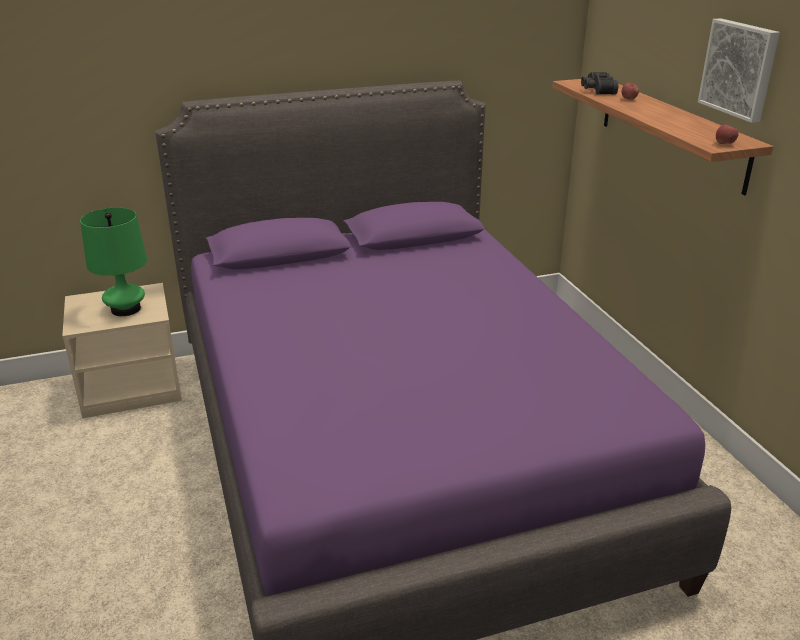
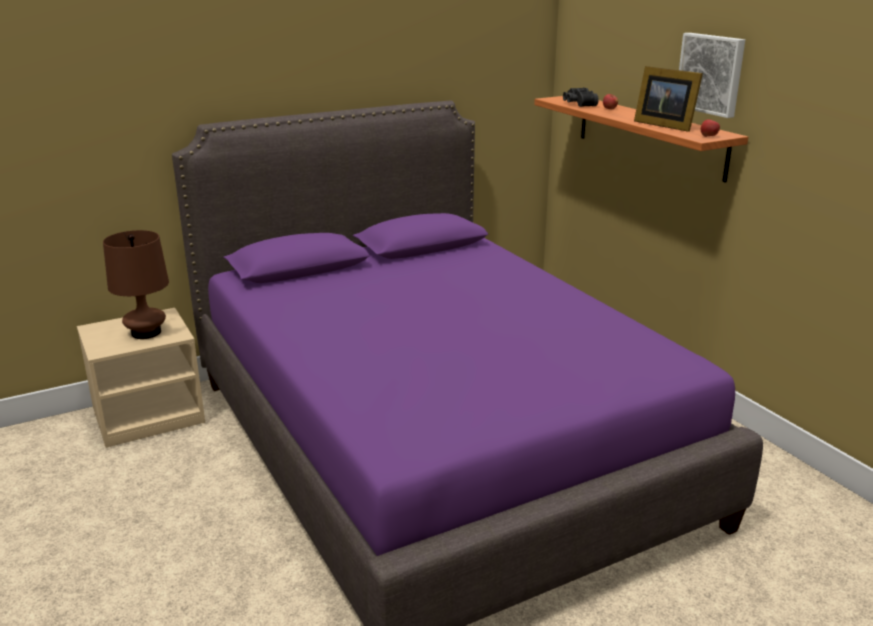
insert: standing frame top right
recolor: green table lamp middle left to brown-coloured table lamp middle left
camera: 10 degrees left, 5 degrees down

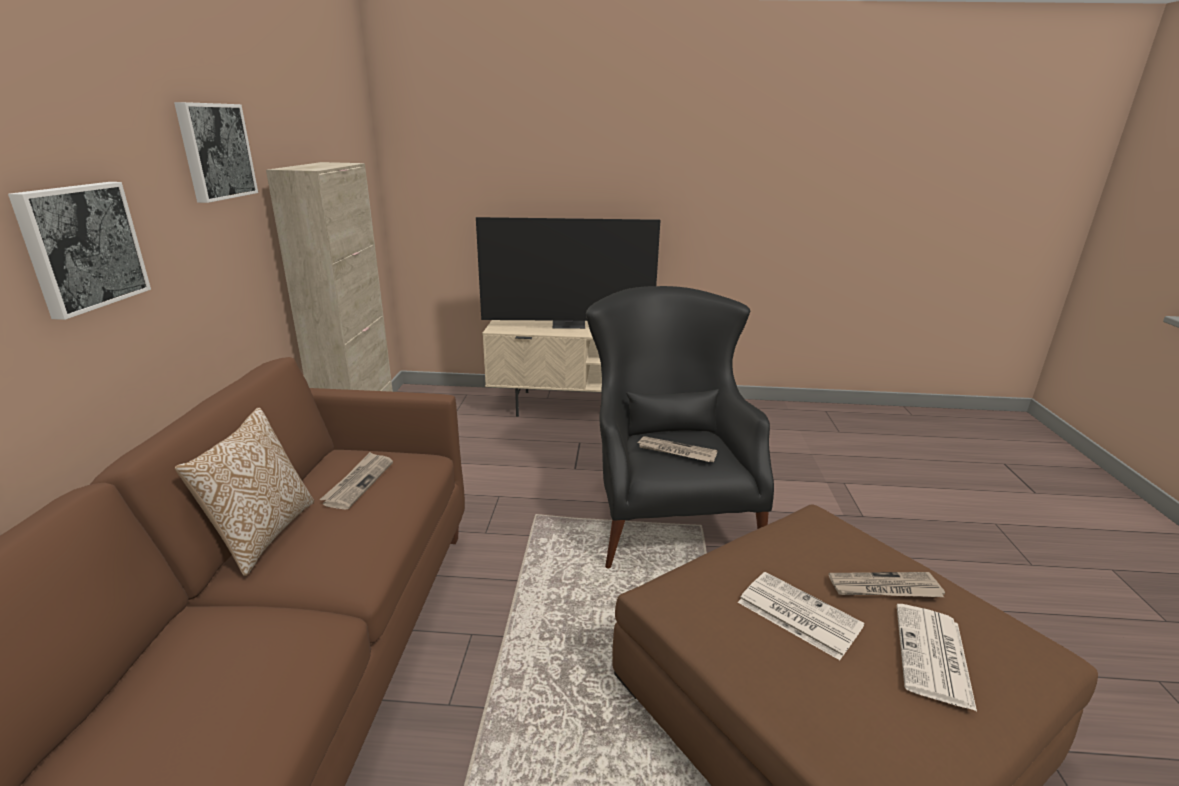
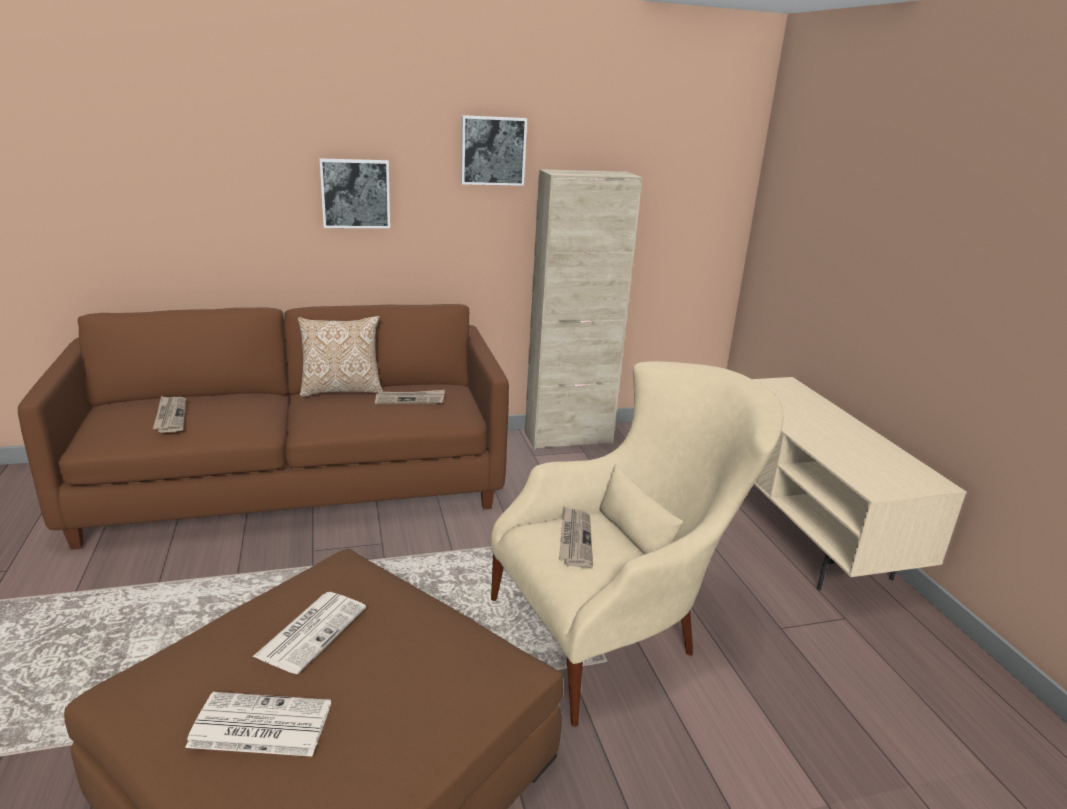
delete: TV set centre
move: newspaper (4th from left in the first image) bottom right to newspaper (1st from left) middle left
recolor: blackish easy chair centre to beige-coloured easy chair bottom centre
camera: 70 degrees right, 0 degrees up

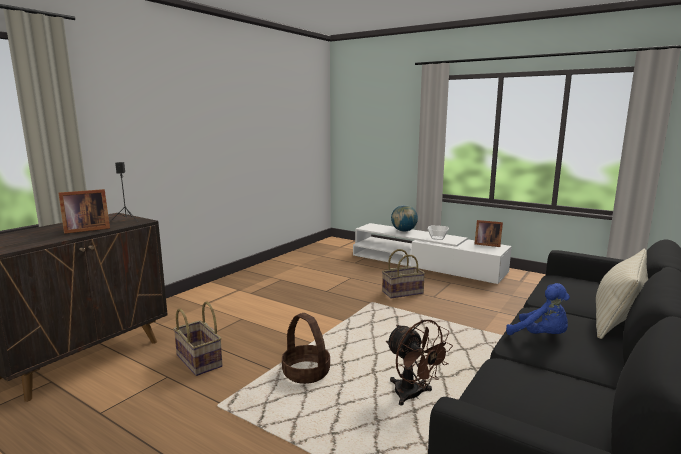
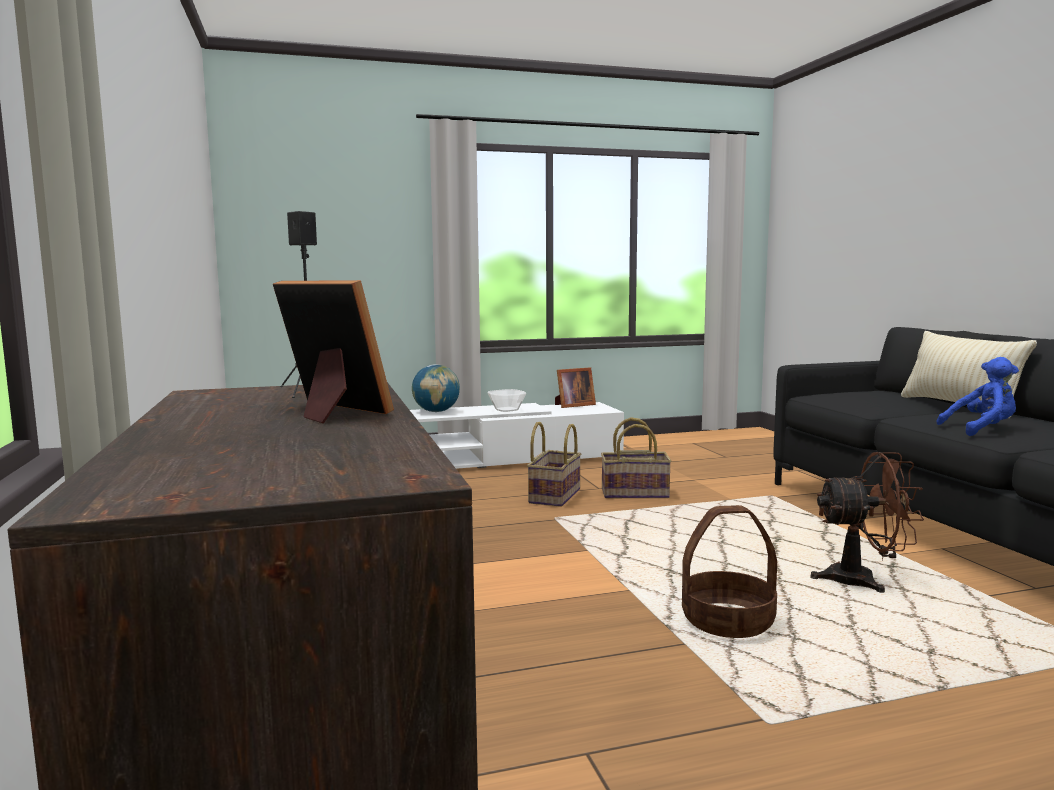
move: household basket (1st from left in the first image) bottom left to household basket (2nd from left) centre
rotate: standing frame (1st from left) middle left = middle left 60 degrees counterclockwise
camera: 50 degrees left, 5 degrees down

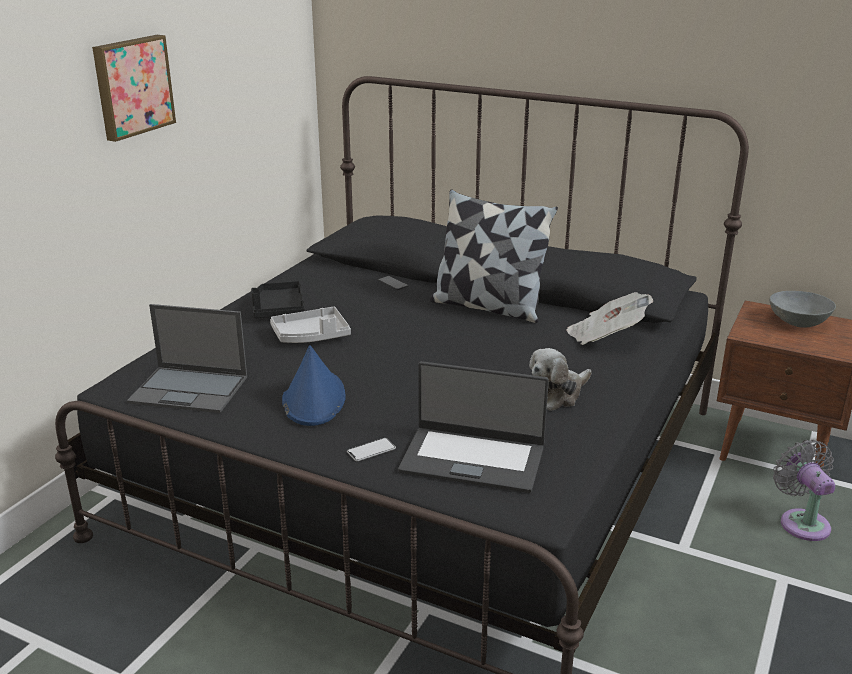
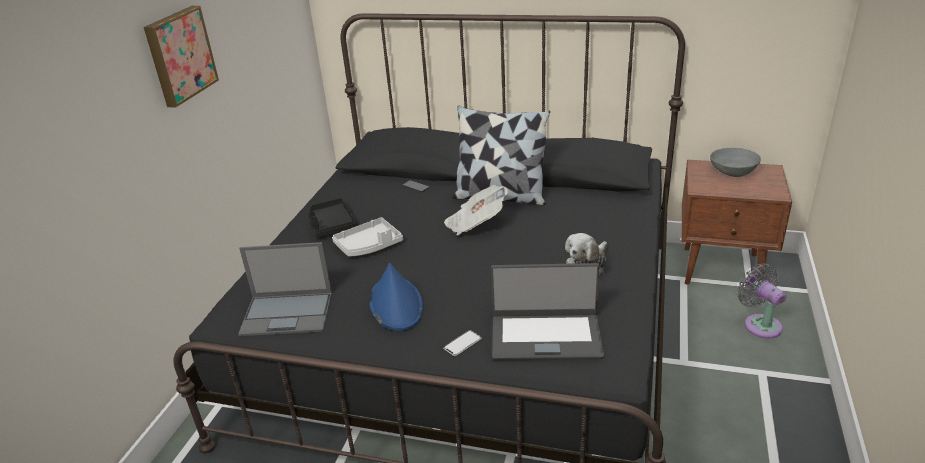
move: newspaper middle right to centre
camera: 10 degrees left, 5 degrees up

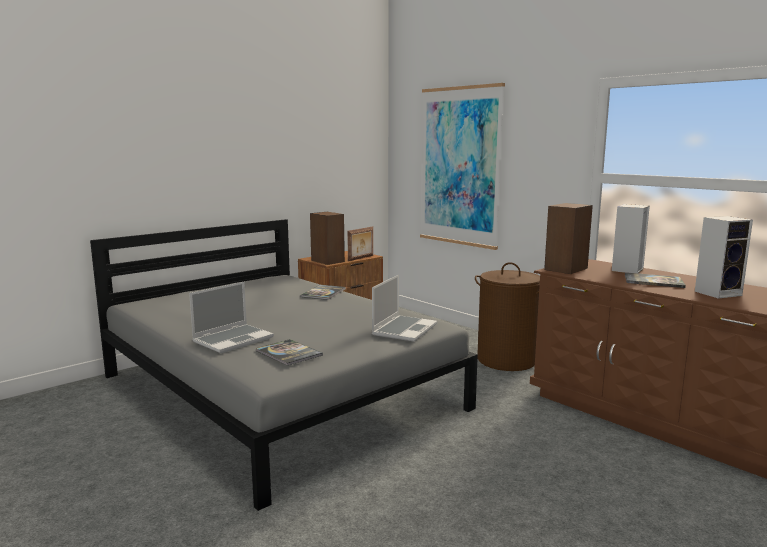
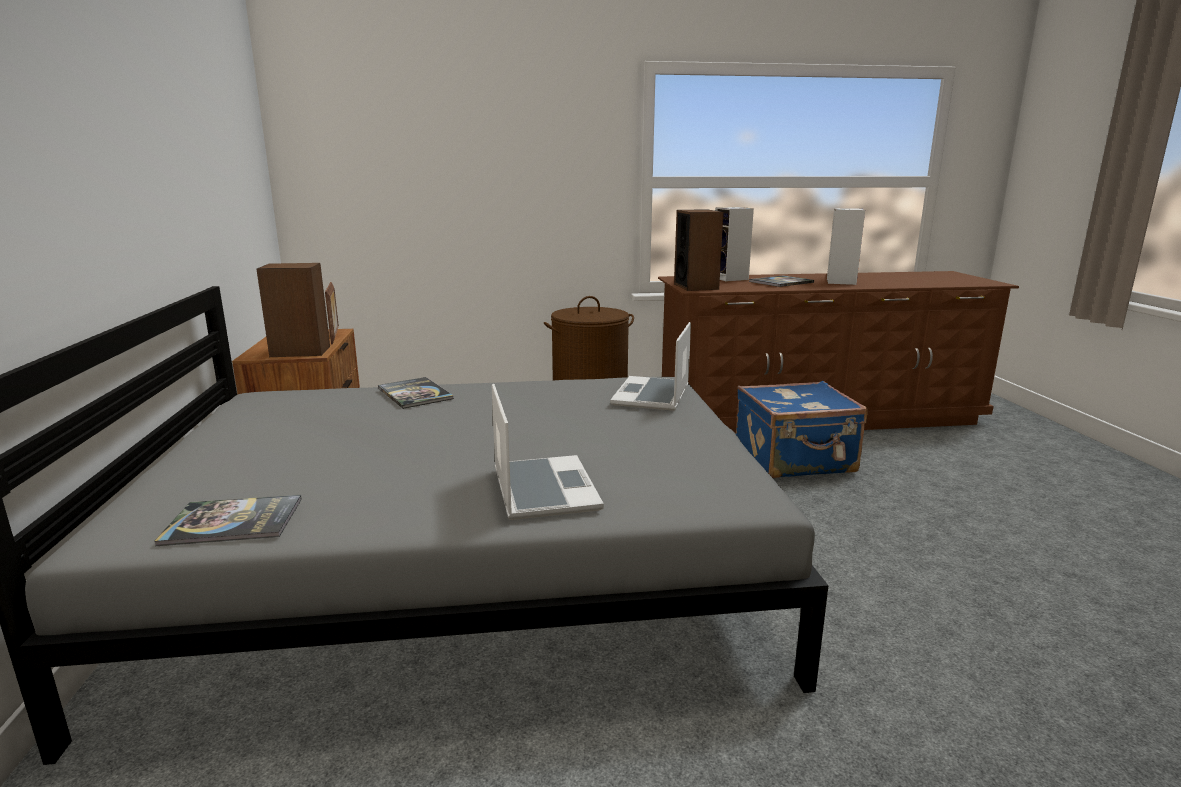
delete: wall art top centre
insert: blue-coloured piece of luggage middle right
move: volume (1st from left) centre to middle left
rotate: notebook computer (2nd from left) centre = centre 135 degrees counterclockwise
camera: 55 degrees left, 5 degrees up

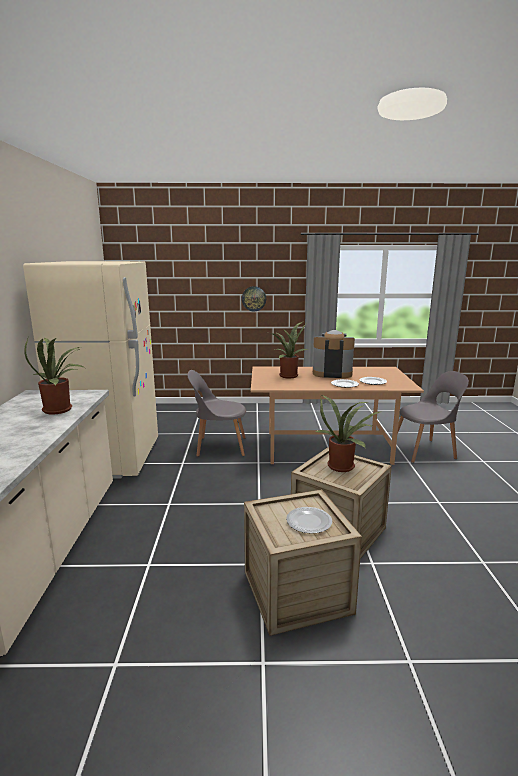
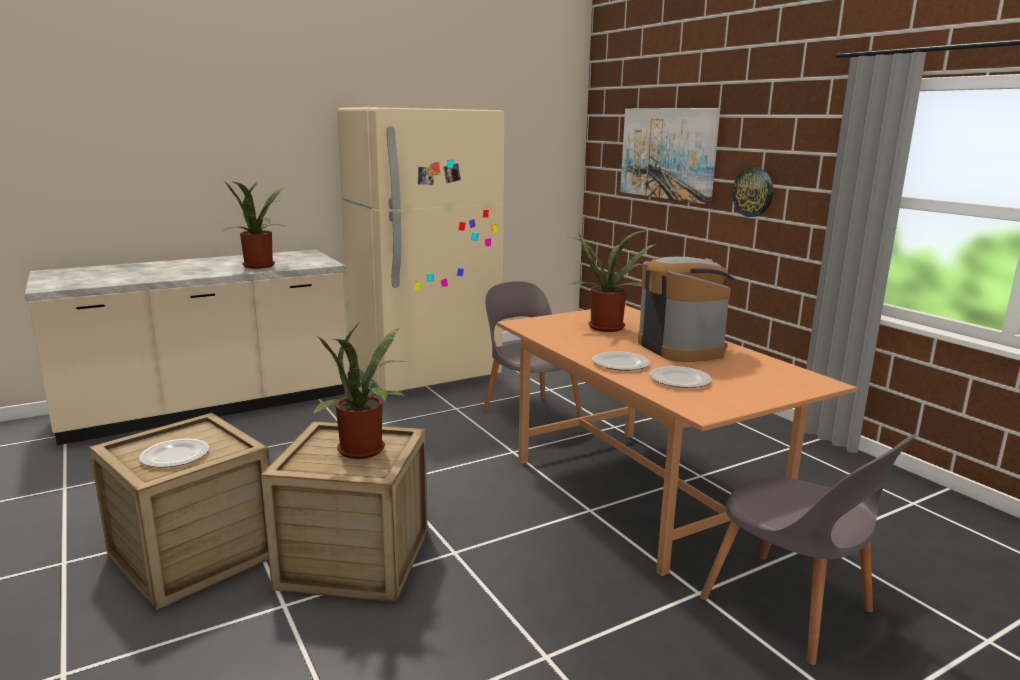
insert: wall art top centre
camera: 60 degrees right, 0 degrees up

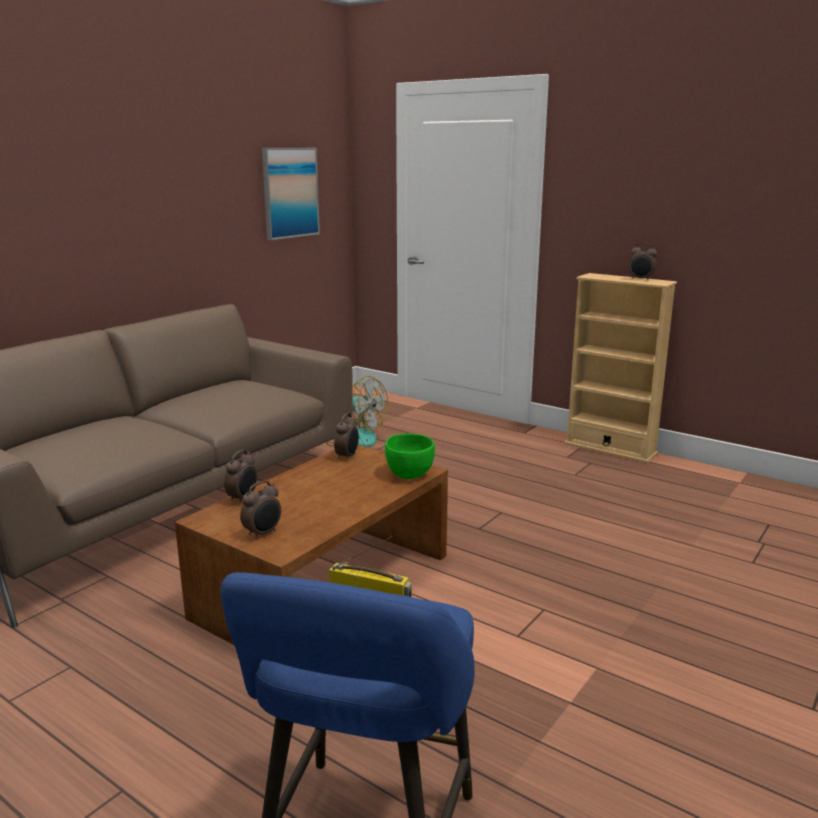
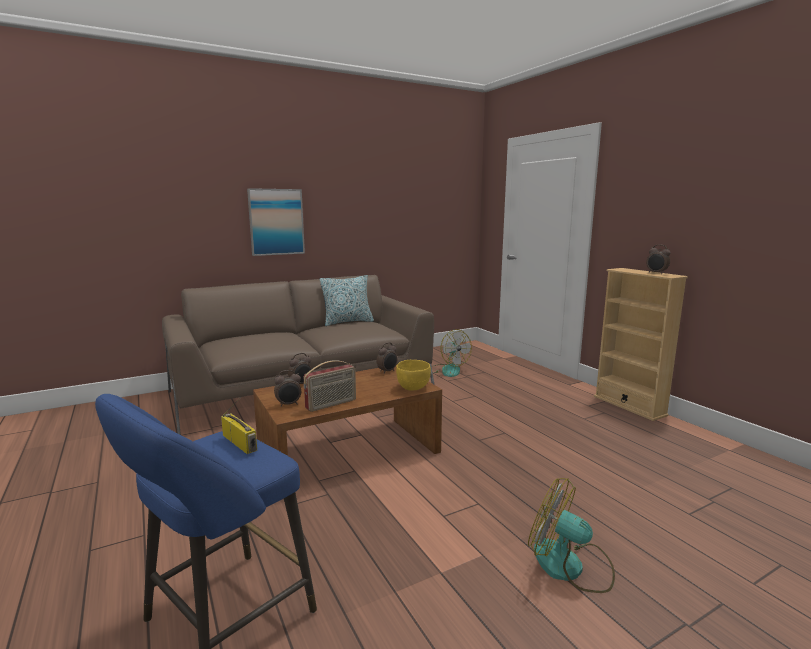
insert: radio (2nd from left) centre; throw pillow centre; cooling fan (2nd from left) bottom right
move: wall art top centre to centre
recolor: green deep dish centre to yellowish deep dish centre
camera: 25 degrees right, 5 degrees down

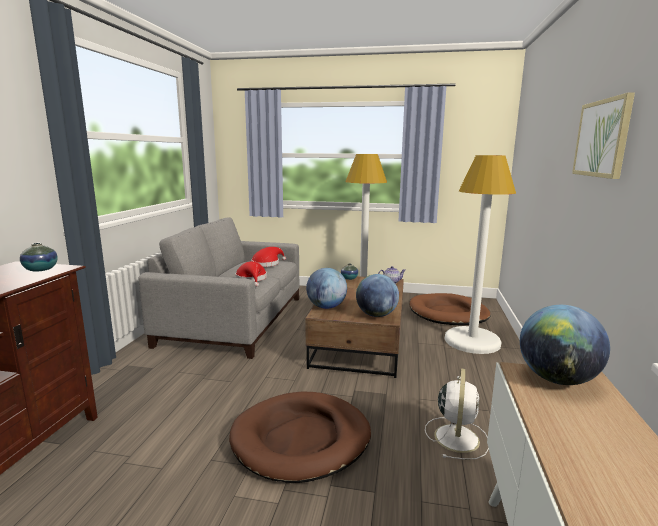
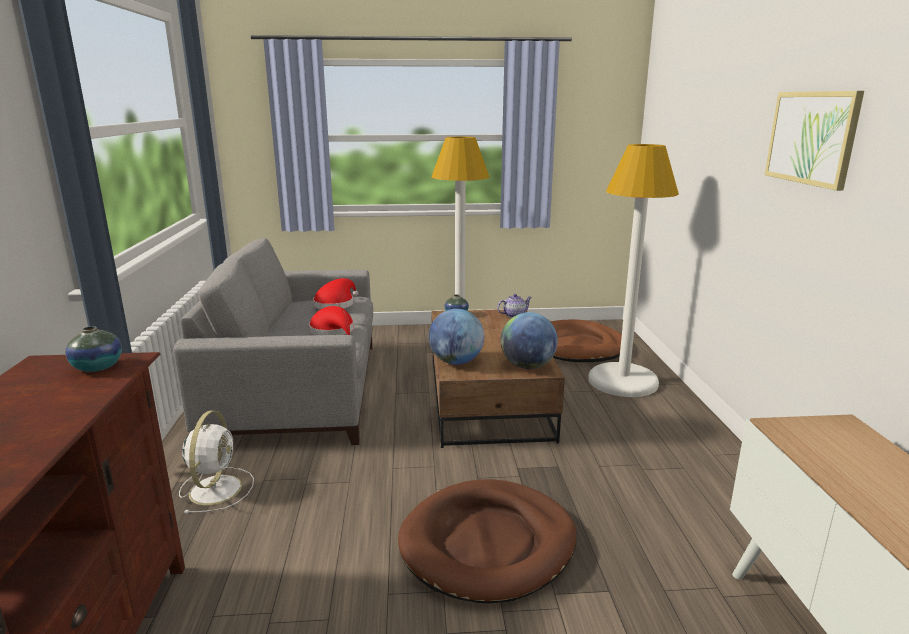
delete: desk globe (3rd from left) middle right
move: white-coloured cooling fan bottom right to bottom left
camera: 15 degrees left, 5 degrees up

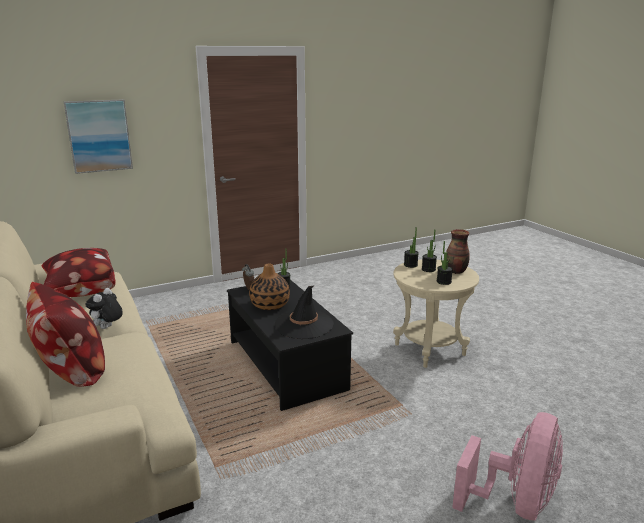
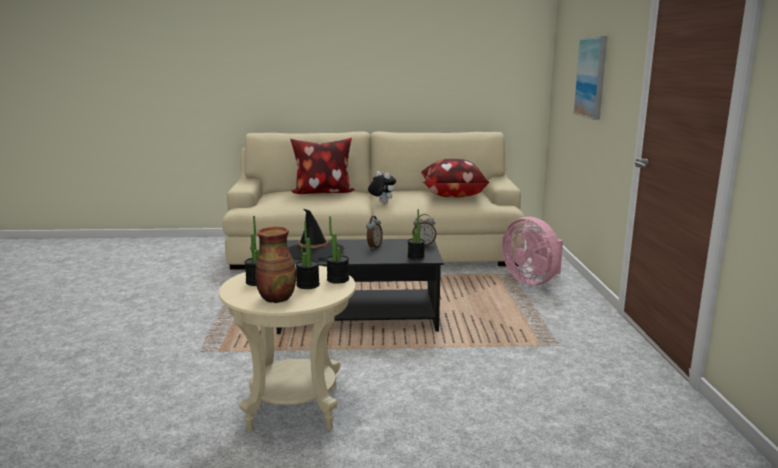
move: pink cooling fan bottom right to middle right
replace: decorative vase (1st from left) centre to alarm clock (1st from left) centre
camera: 115 degrees right, 5 degrees down

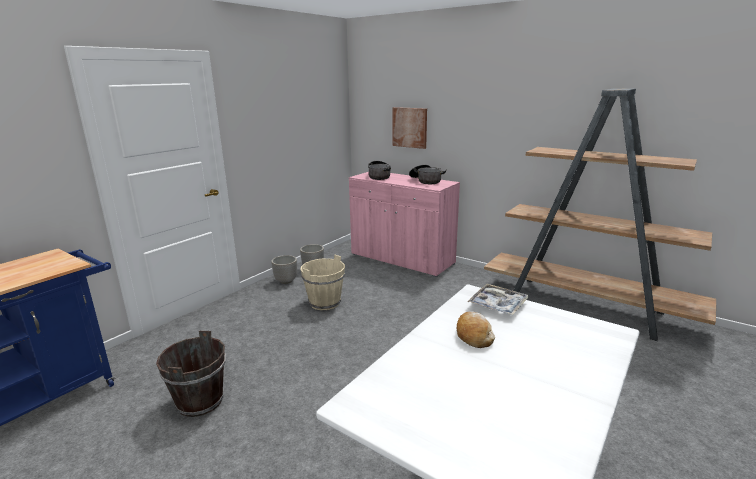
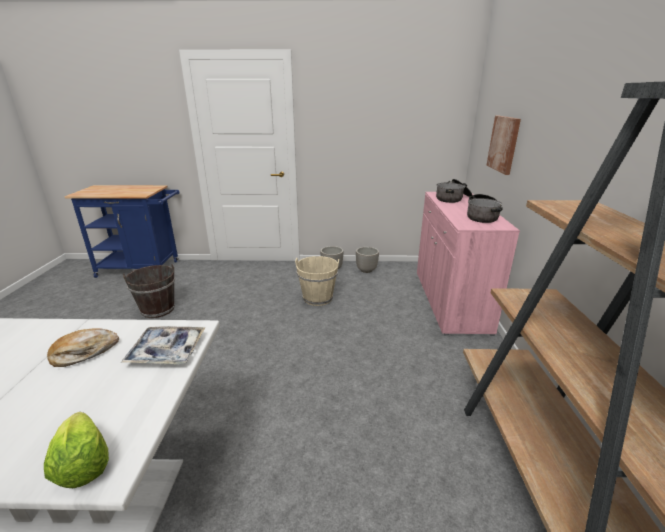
insert: lettuce head bottom left
camera: 55 degrees right, 5 degrees up

